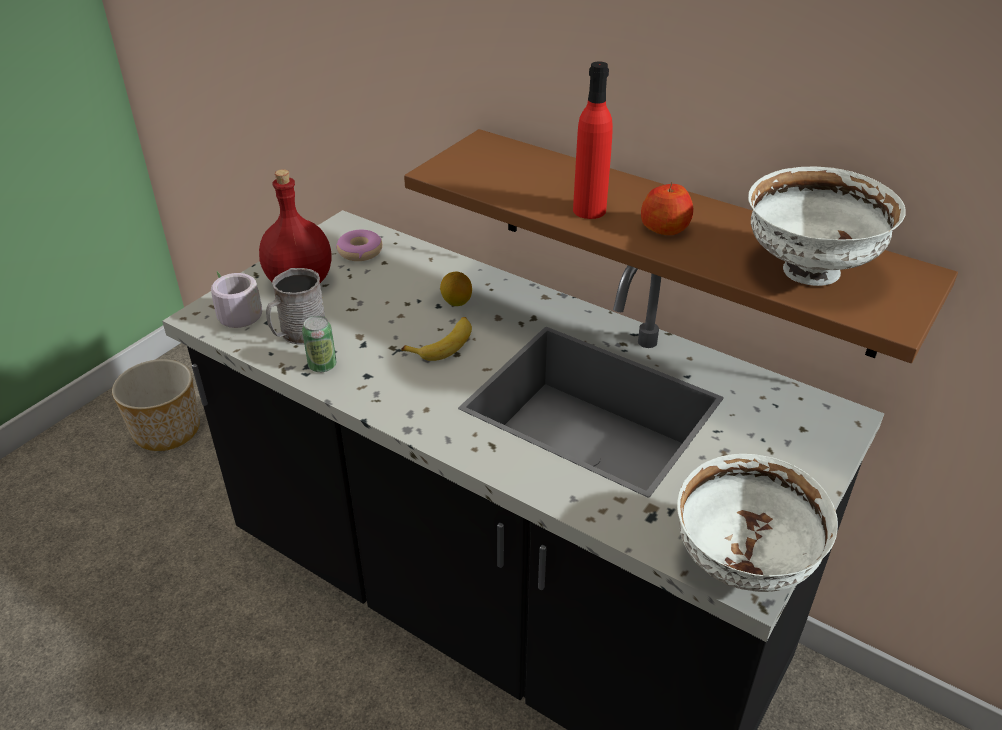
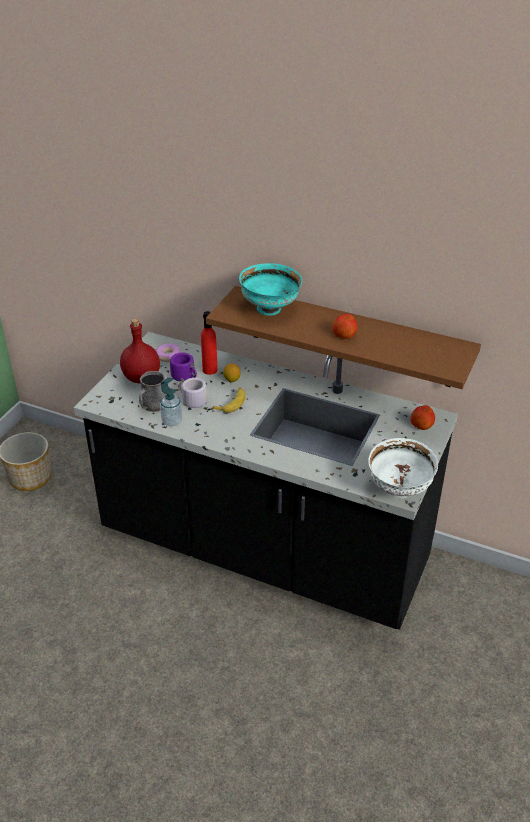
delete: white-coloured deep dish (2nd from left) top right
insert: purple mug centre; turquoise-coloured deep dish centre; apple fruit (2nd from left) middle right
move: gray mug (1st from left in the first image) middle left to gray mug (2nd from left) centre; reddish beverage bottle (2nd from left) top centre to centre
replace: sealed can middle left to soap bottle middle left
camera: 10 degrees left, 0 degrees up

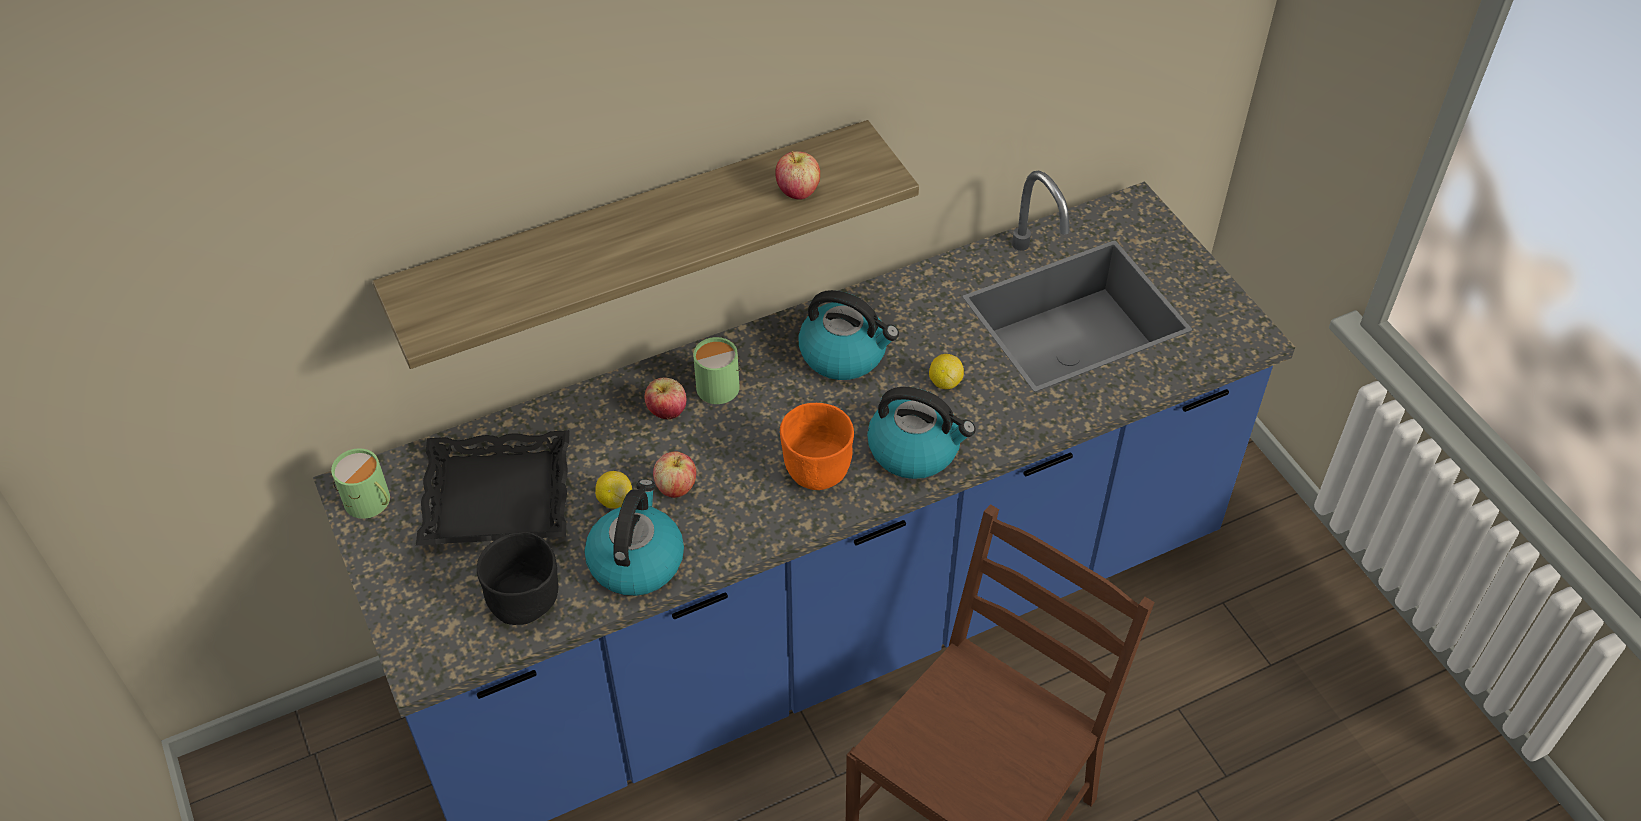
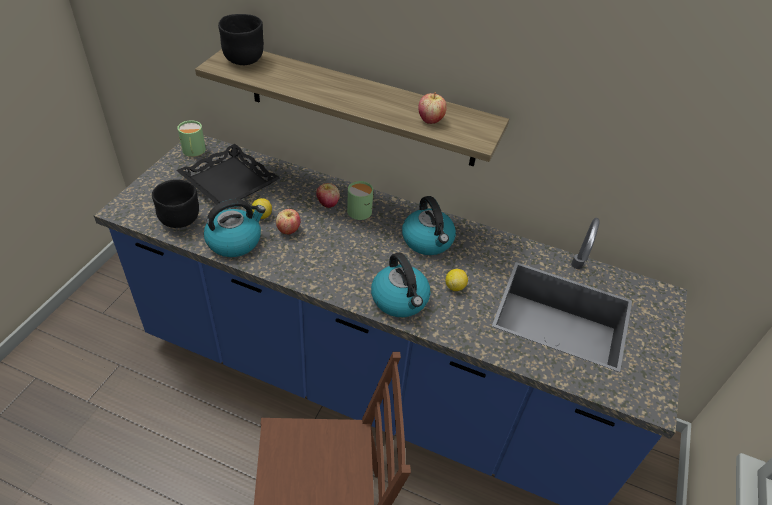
delete: orange-coloured deep dish centre
insert: blackish deep dish (2nd from left) top left
camera: 45 degrees right, 5 degrees down

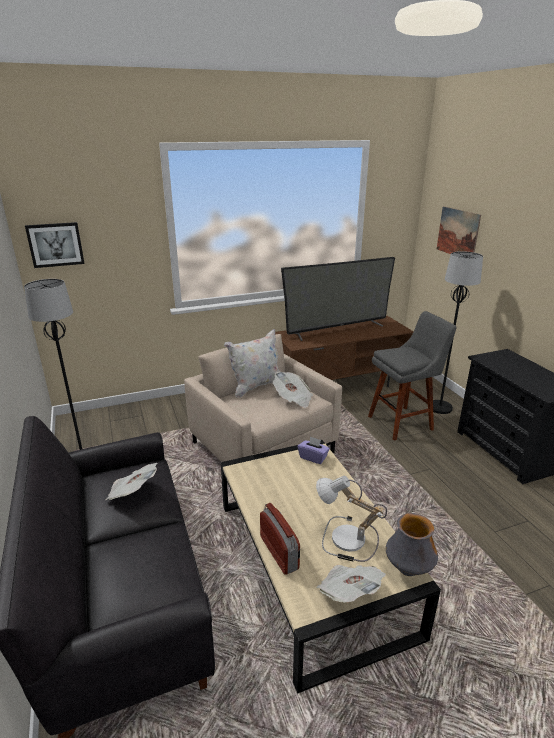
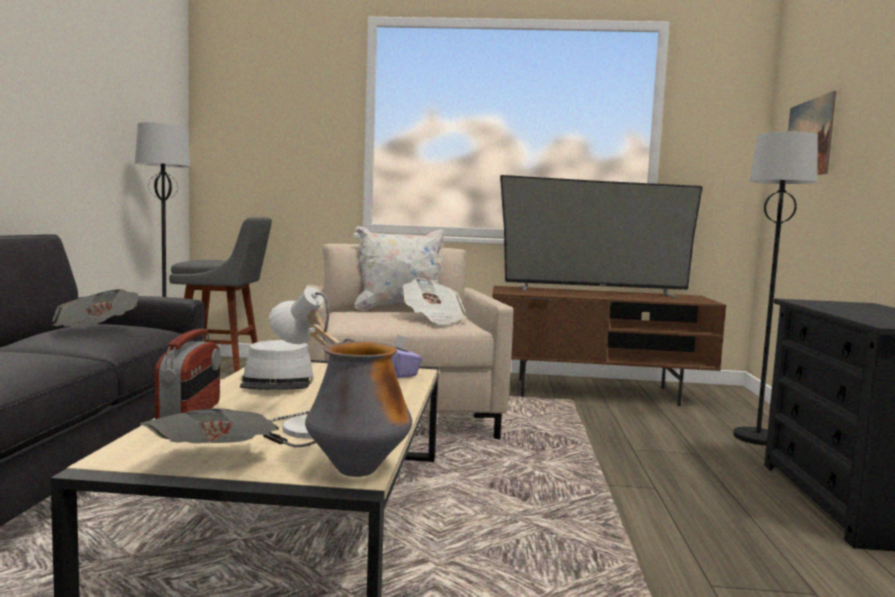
delete: wall art (1st from left) top left
insert: gray clothing hat middle left
move: gray stool middle right to middle left
camera: 25 degrees right, 20 degrees down

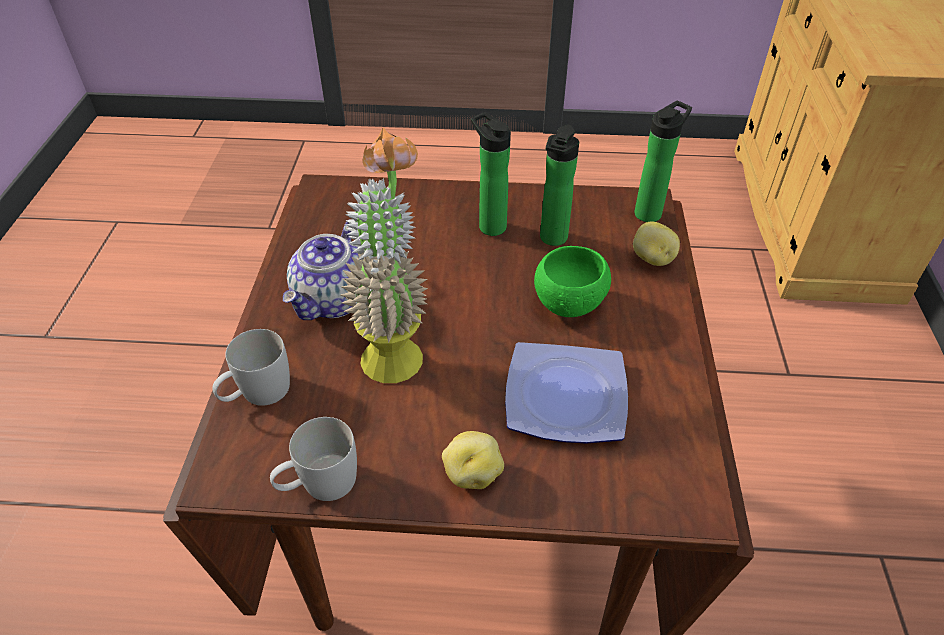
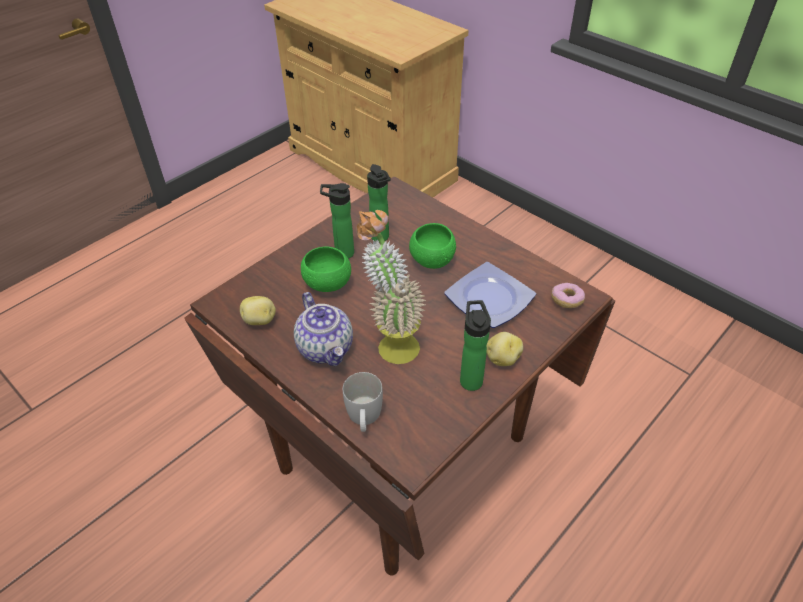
delete: white-coloured mug (2nd from left) bottom left
insert: green deep dish (1st from left) centre; donut middle right
move: potato (2nd from left in the first image) middle right to potato (1st from left) middle left; beverage bottle (3rd from left) top right to centre
camera: 50 degrees left, 0 degrees up

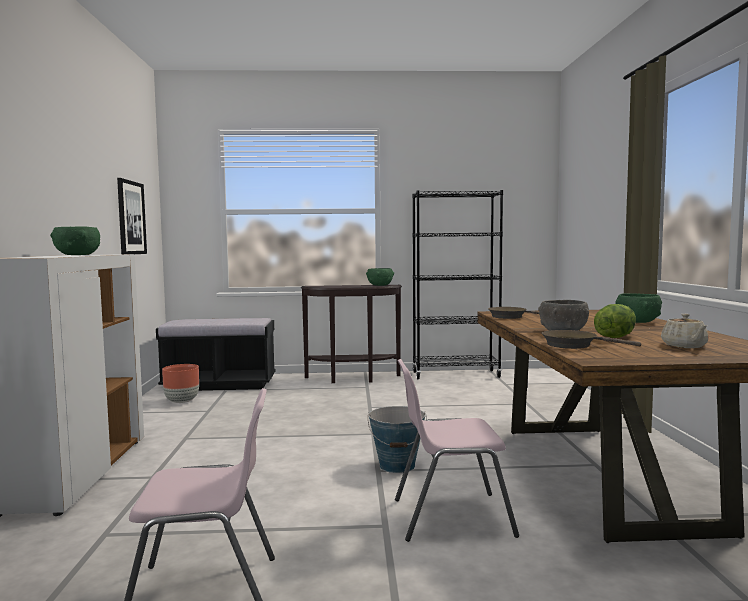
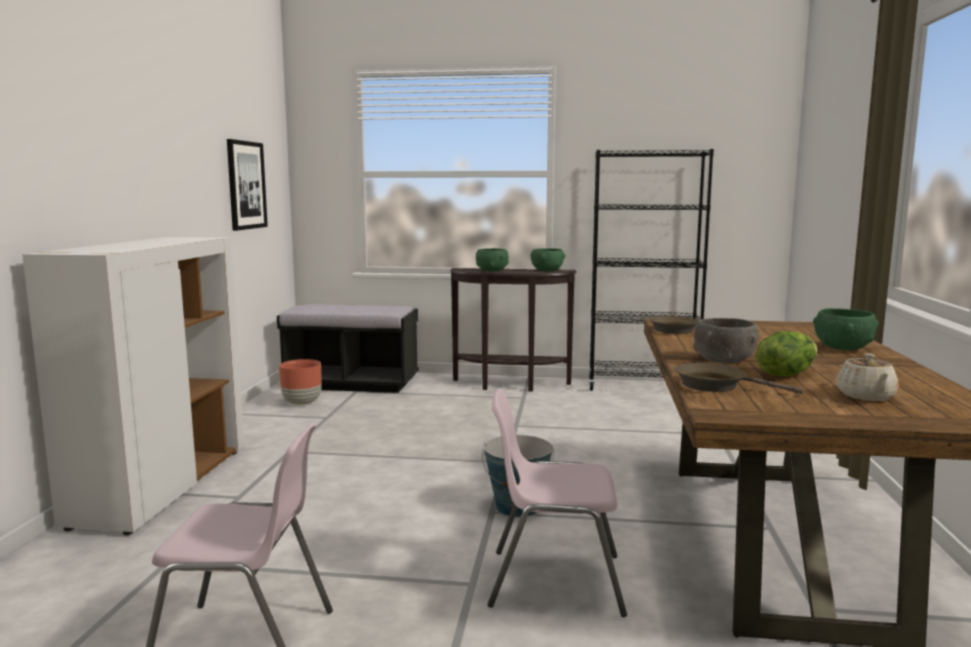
move: green deep dish (1st from left) middle left to centre
camera: 10 degrees right, 5 degrees up

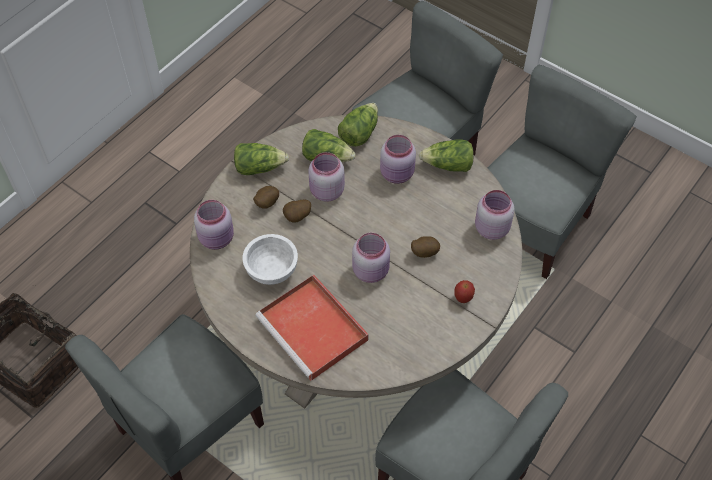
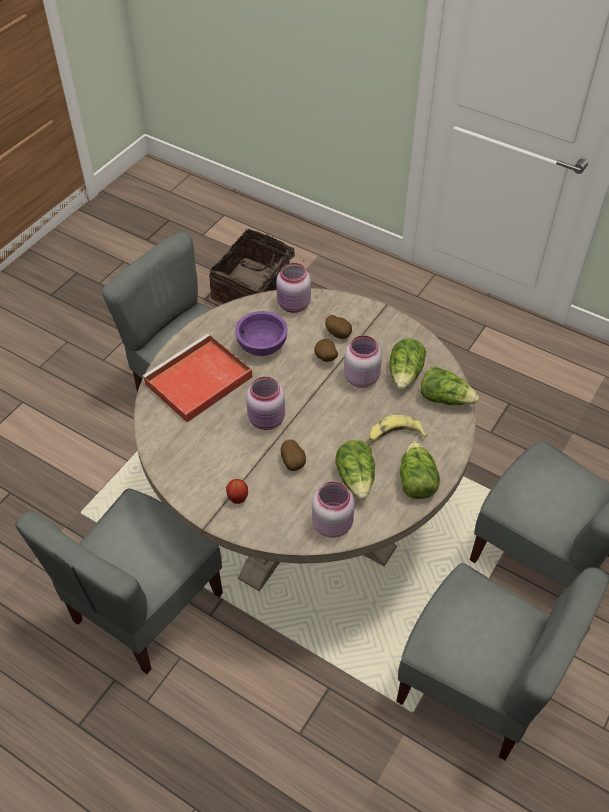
move: lettuce head (1st from left) top centre to centre
replace: pink jar (4th from left) top centre to banana centre
recolor: white-coloured deep dish centre to purple deep dish centre
camera: 85 degrees right, 5 degrees down

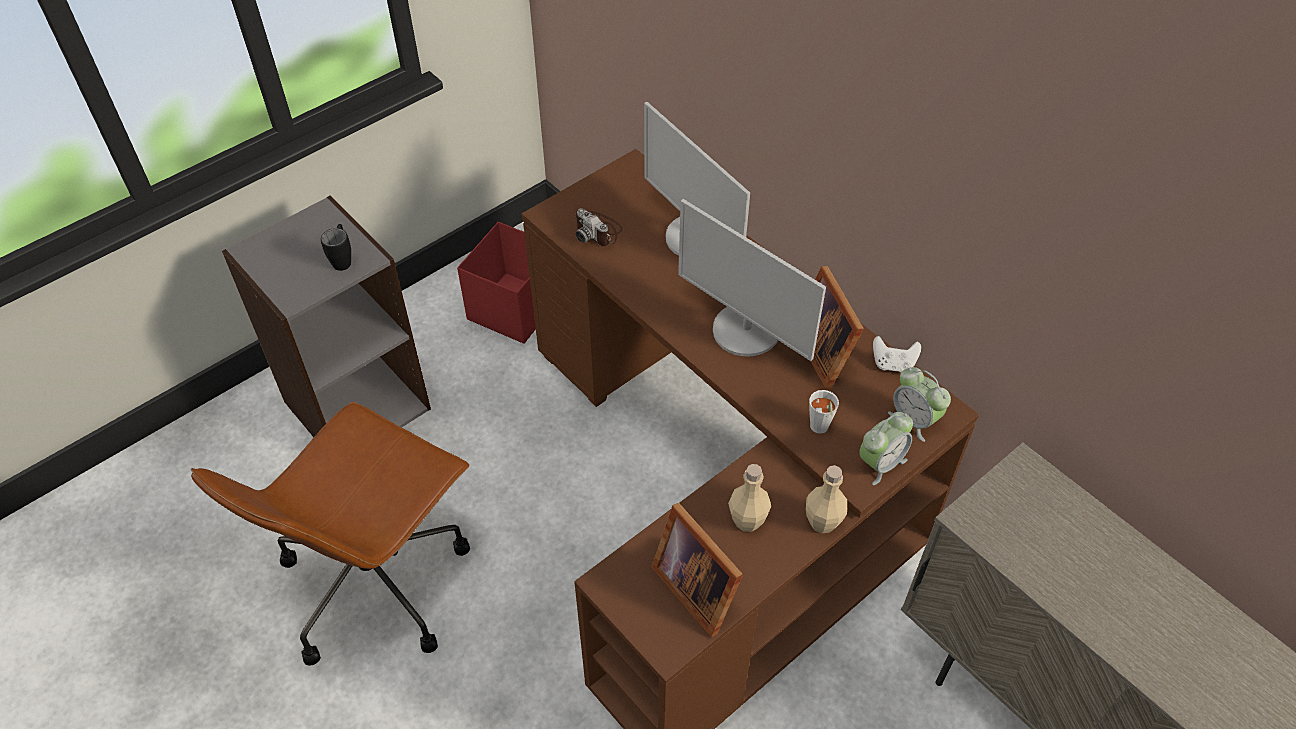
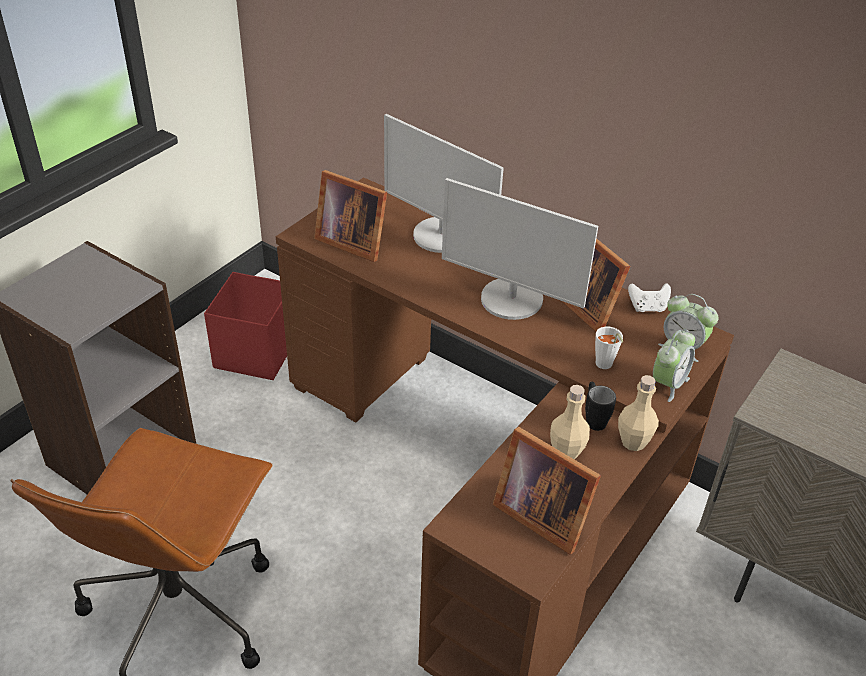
move: blackish mug middle left to middle right
replace: photo camera top centre to standing frame (1st from left) top centre
camera: 15 degrees left, 10 degrees down

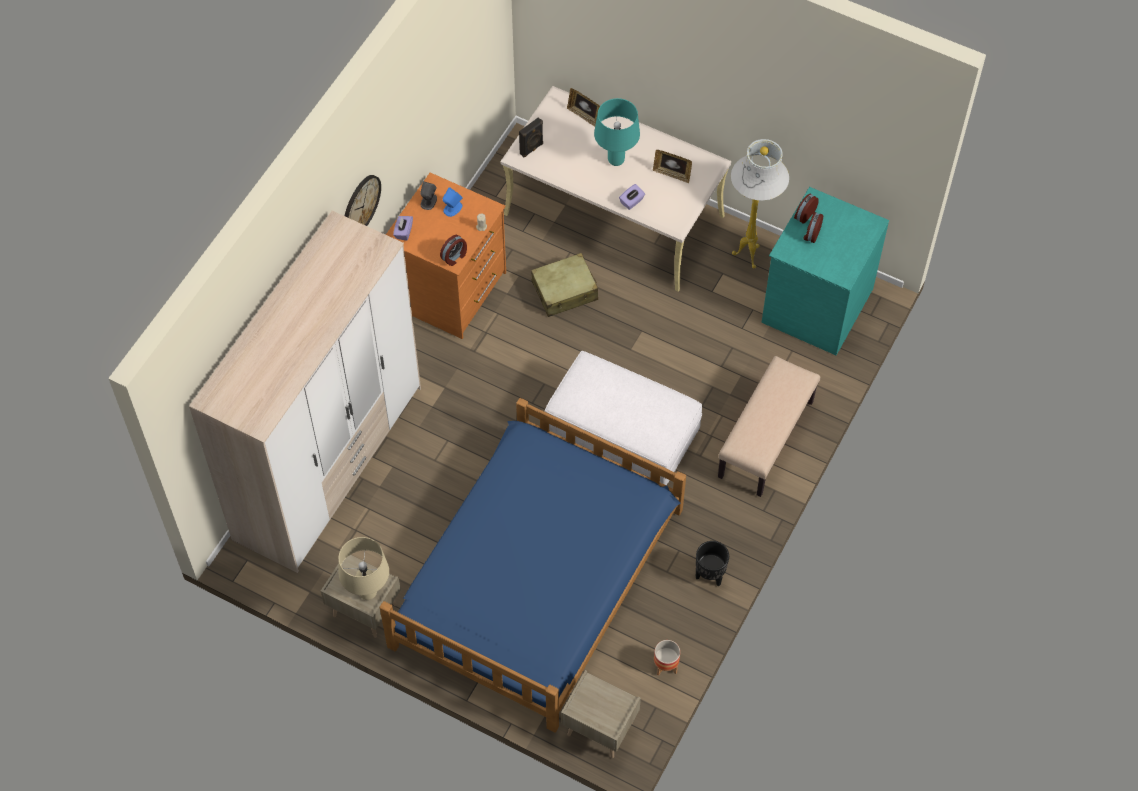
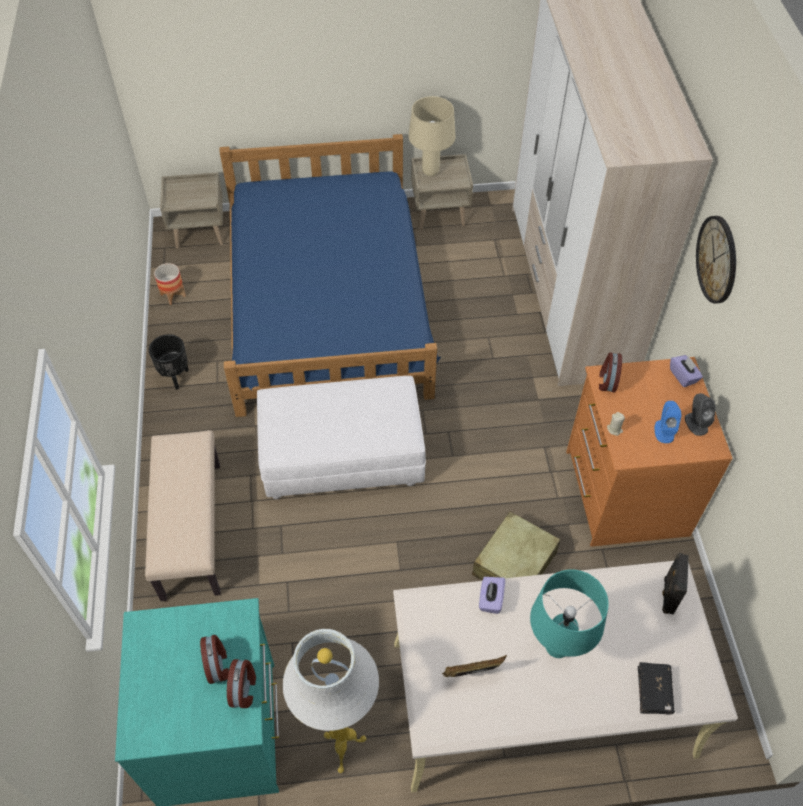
replace: standing frame (1st from left) top centre to blackish volume bottom right
camera: 145 degrees right, 5 degrees down

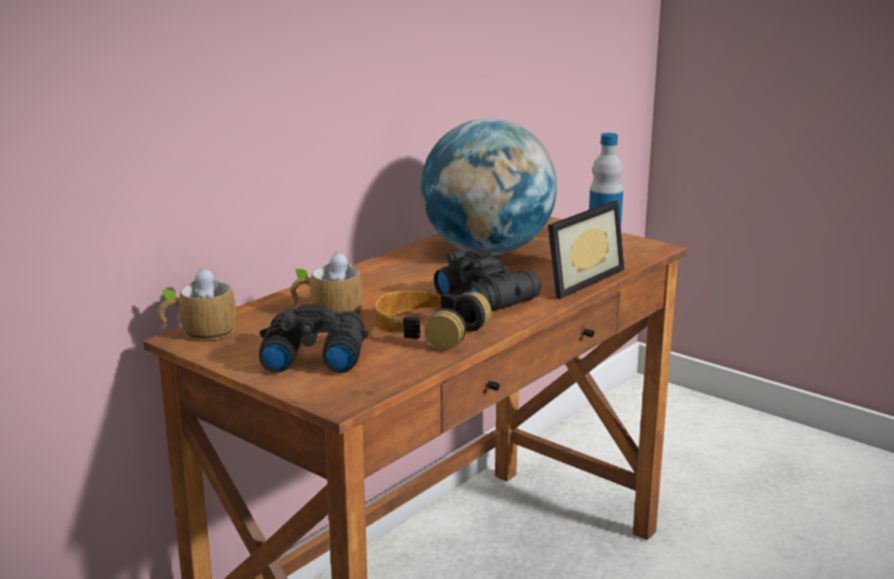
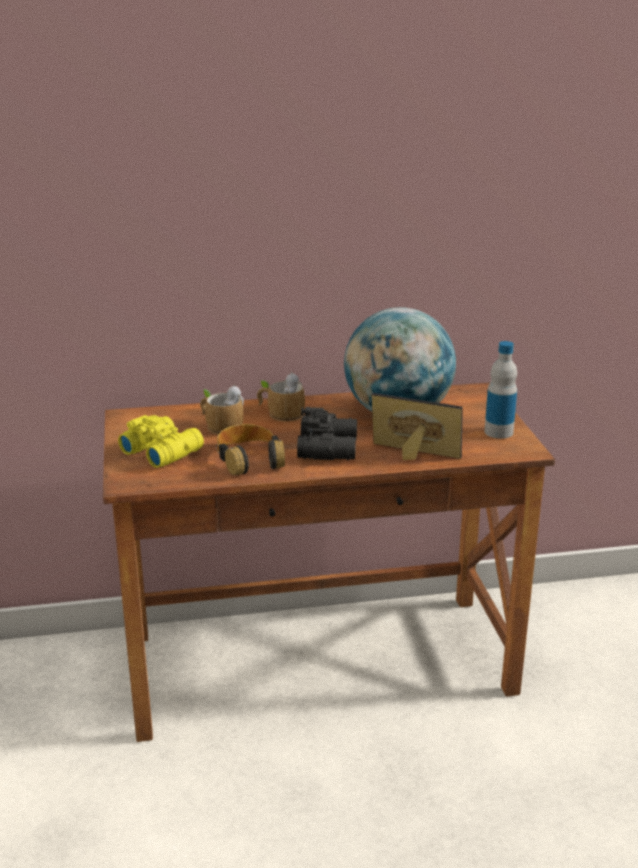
move: mug (1st from left in the first image) middle left to mug (2nd from left) centre
recolor: blackish binoculars (1st from left) centre to yellowish binoculars middle left
rotate: standing frame centre = centre 150 degrees counterclockwise
camera: 40 degrees right, 5 degrees up

